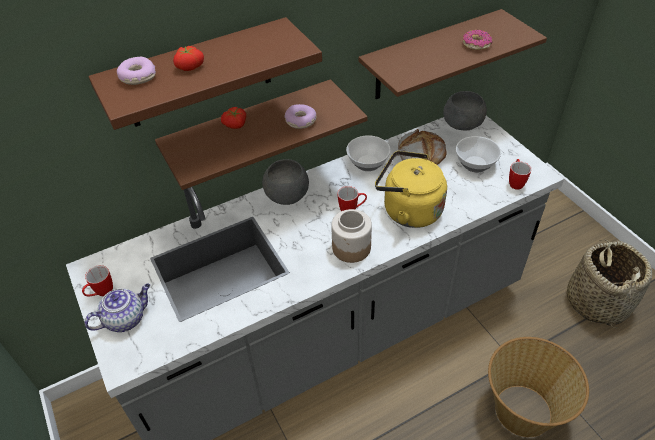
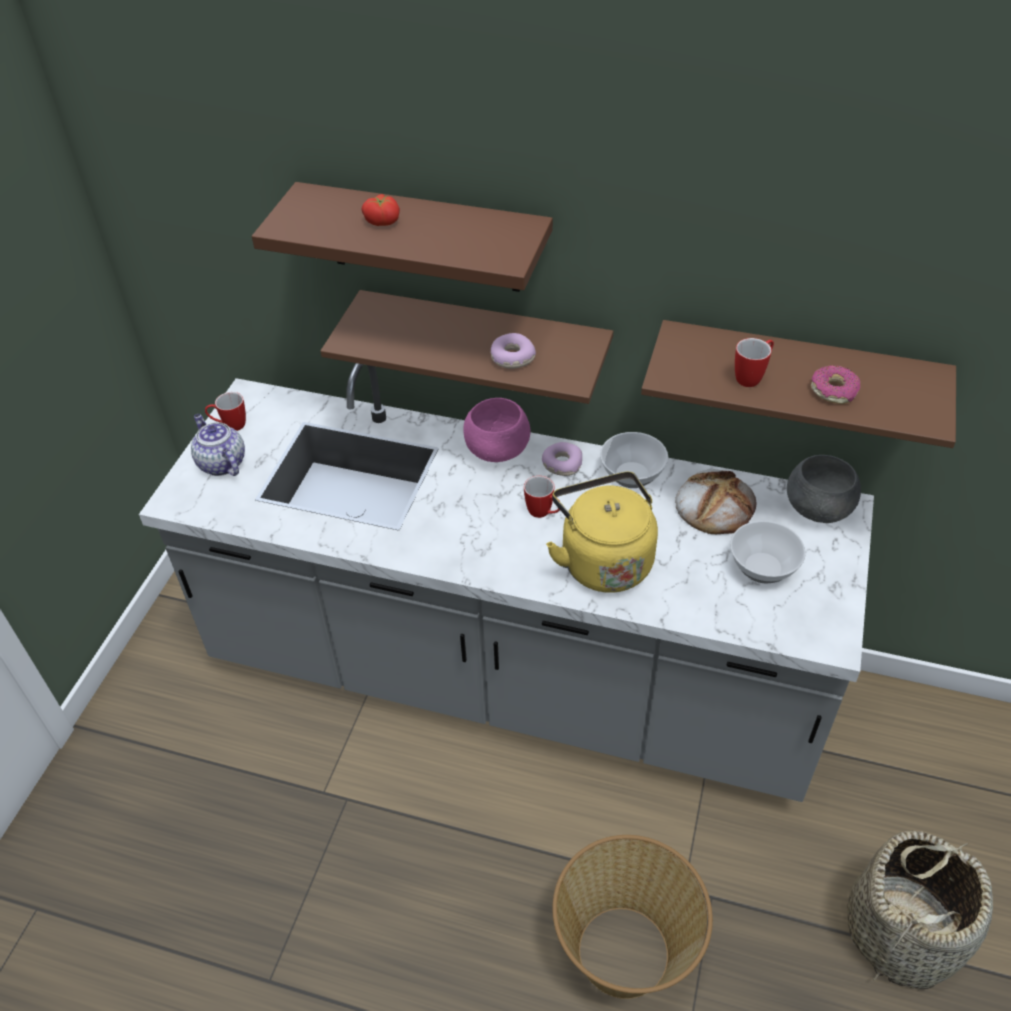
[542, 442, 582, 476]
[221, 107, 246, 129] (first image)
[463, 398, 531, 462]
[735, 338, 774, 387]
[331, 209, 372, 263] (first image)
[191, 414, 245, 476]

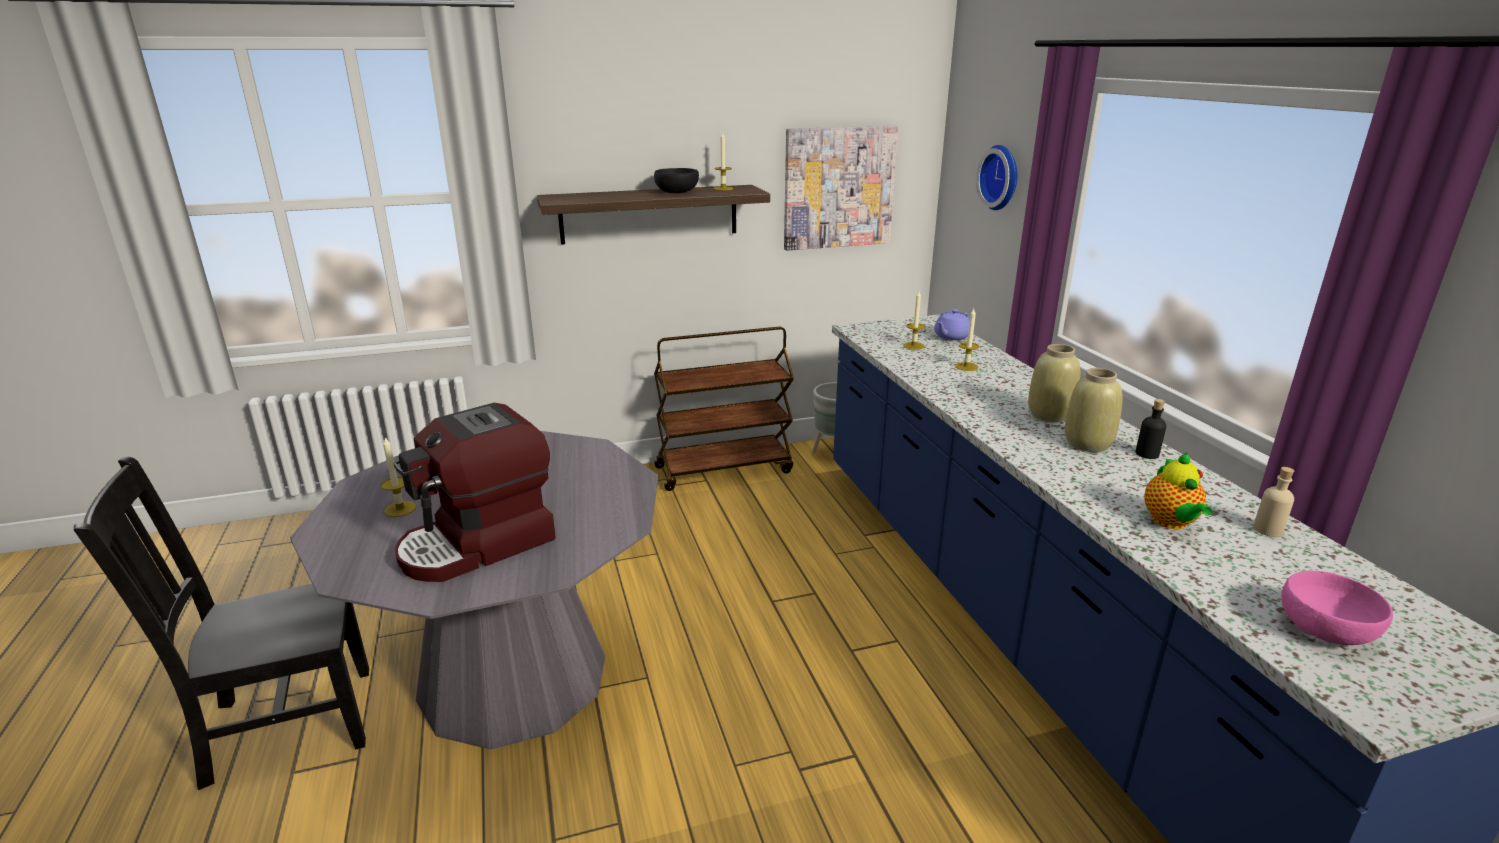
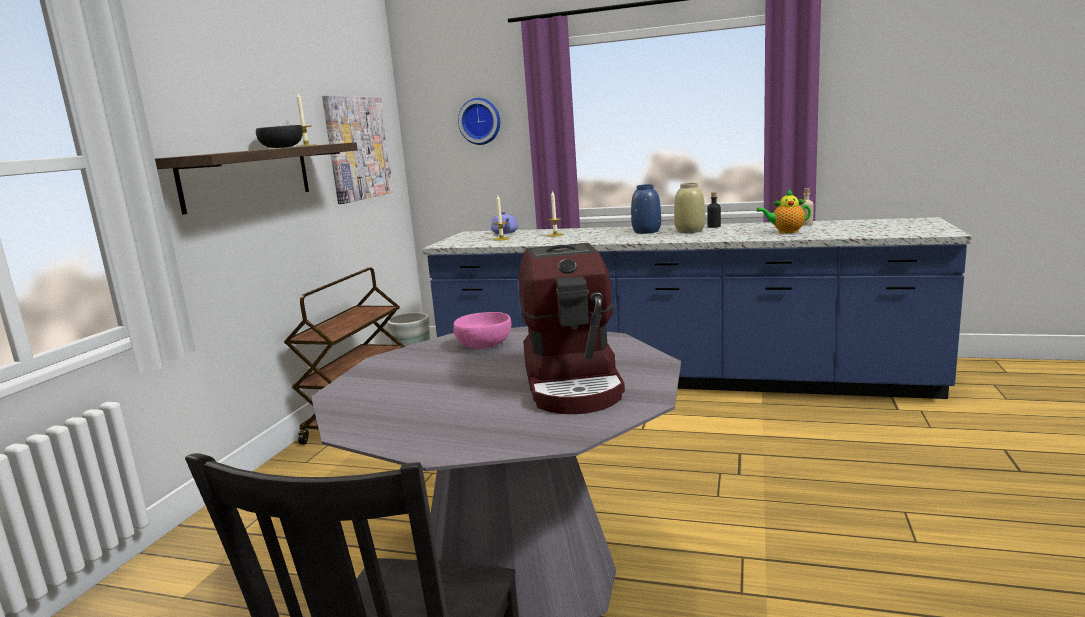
[631, 184, 661, 234]
[381, 437, 416, 517] (first image)
[756, 189, 811, 233]
[453, 312, 511, 349]

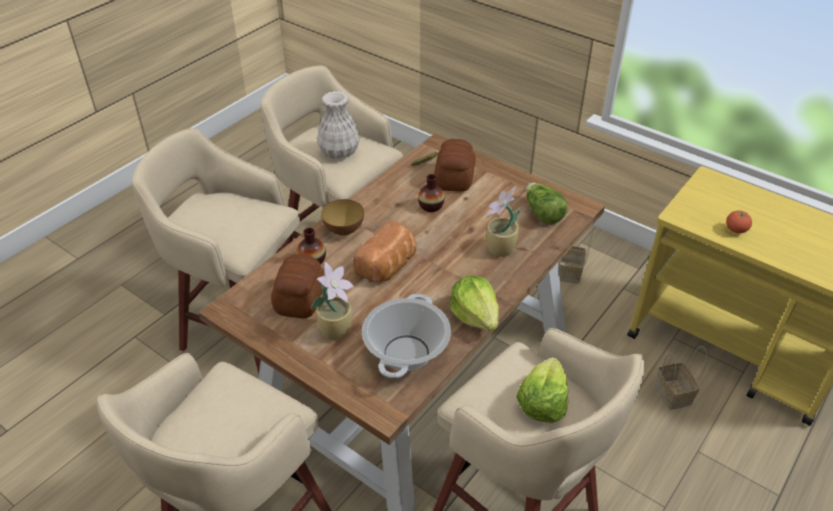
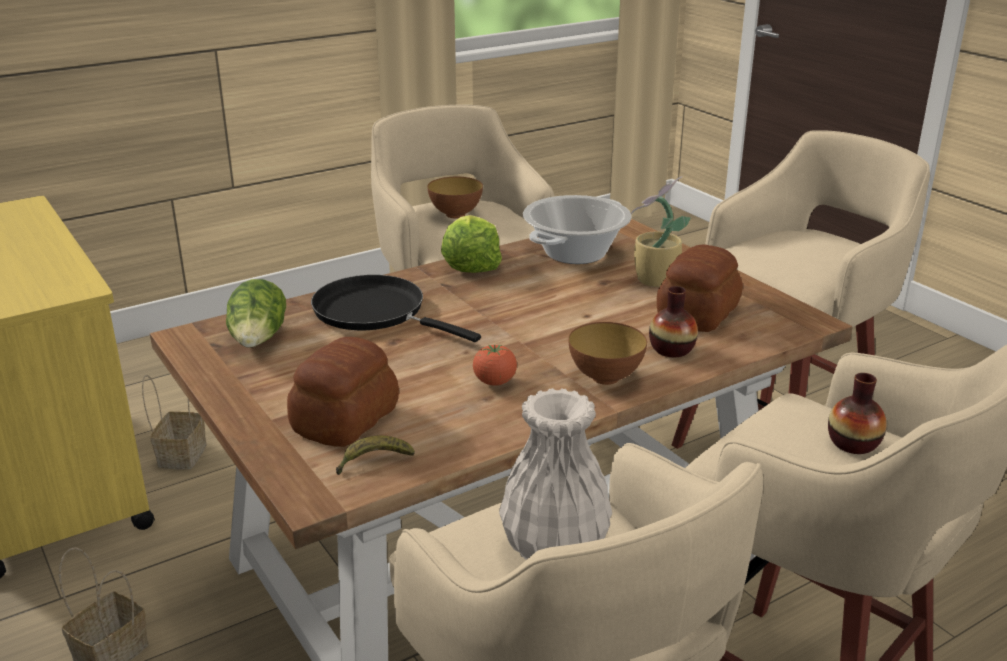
[828, 373, 887, 454]
[311, 275, 481, 342]
[473, 345, 517, 386]
[353, 221, 417, 282] (first image)
[427, 177, 483, 219]

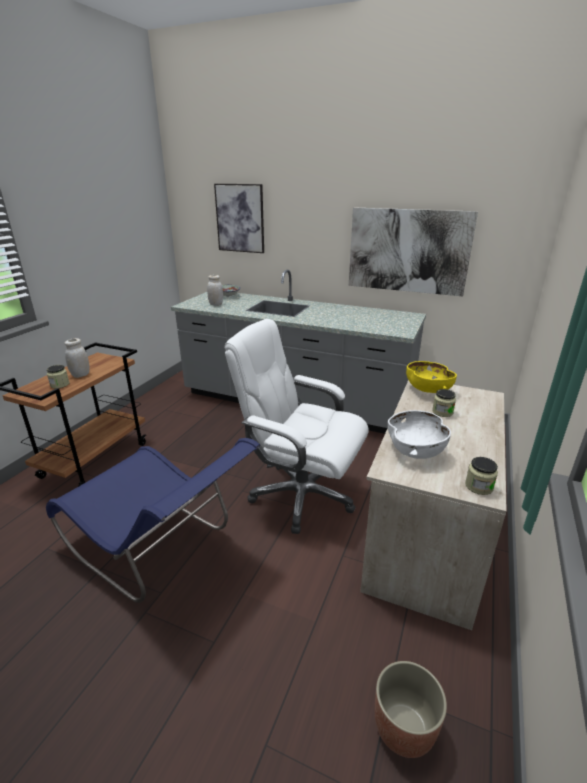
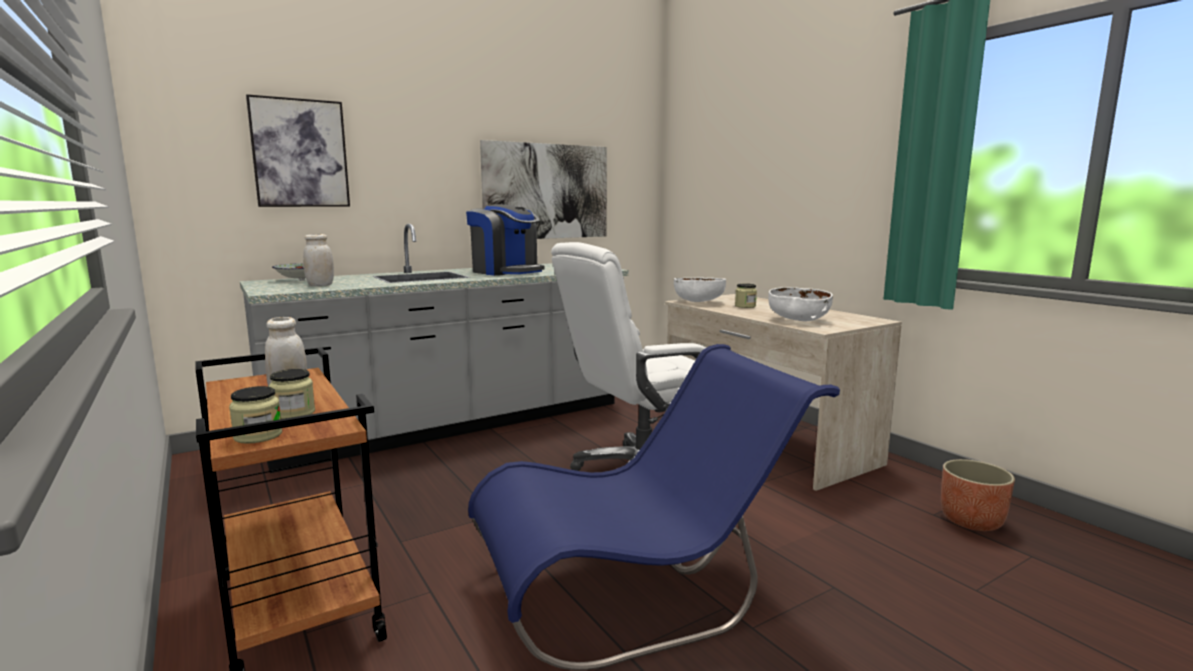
[674, 278, 726, 302]
[229, 386, 282, 444]
[466, 204, 545, 276]

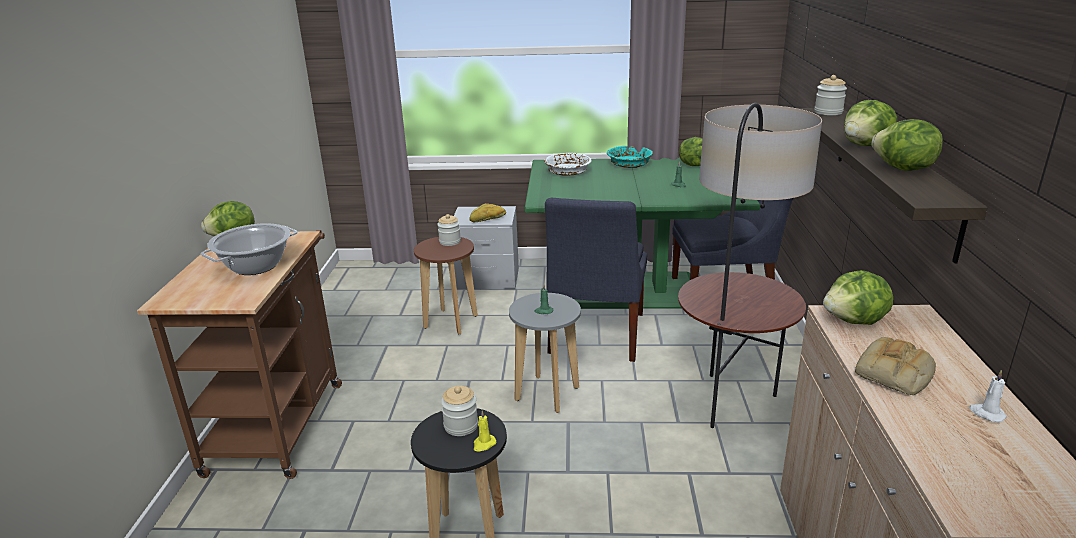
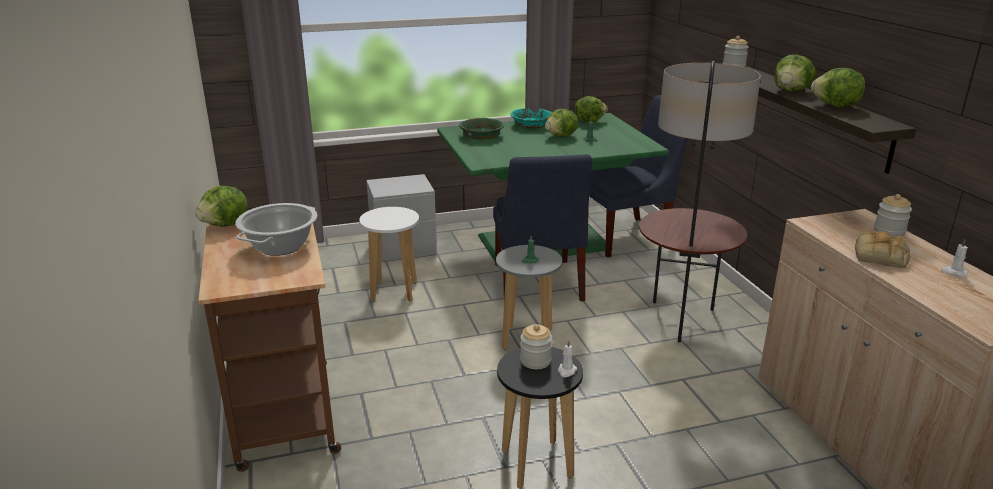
[459, 118, 504, 139]
[469, 203, 506, 222] (first image)
[874, 194, 912, 237]
[359, 207, 419, 302]
[545, 109, 578, 137]
[558, 340, 577, 377]

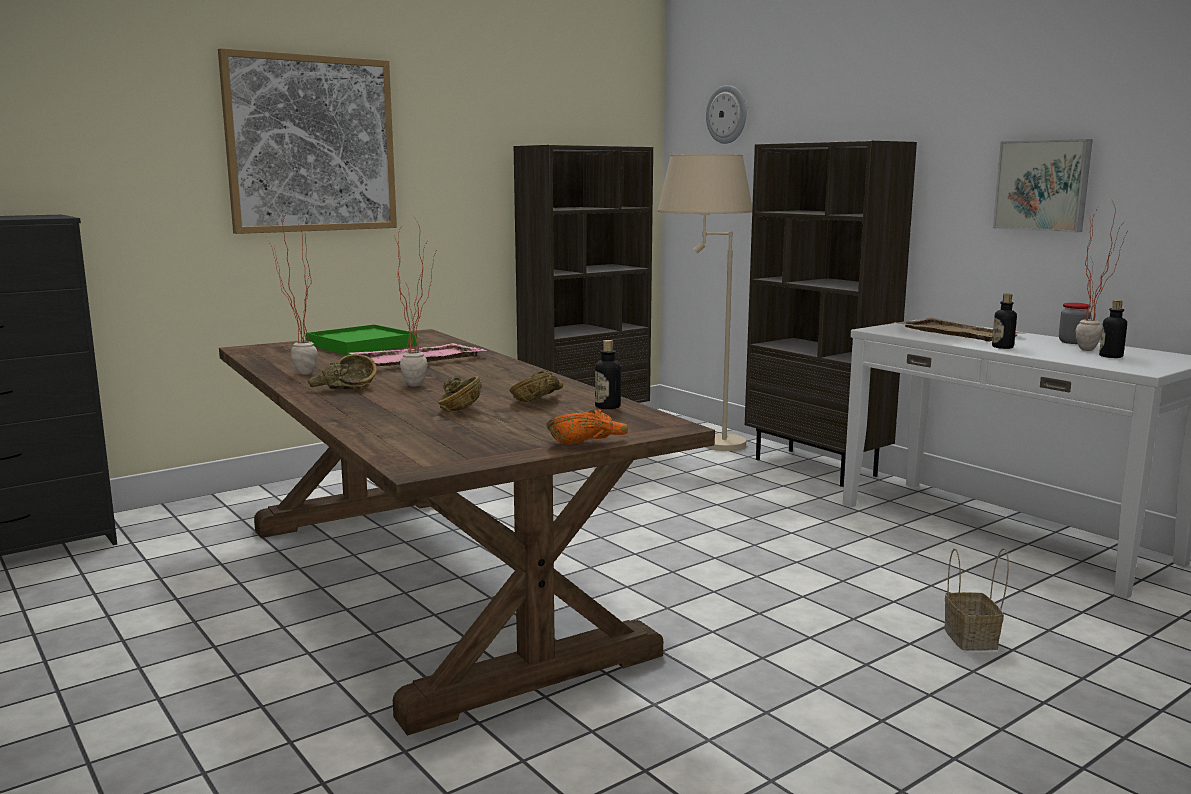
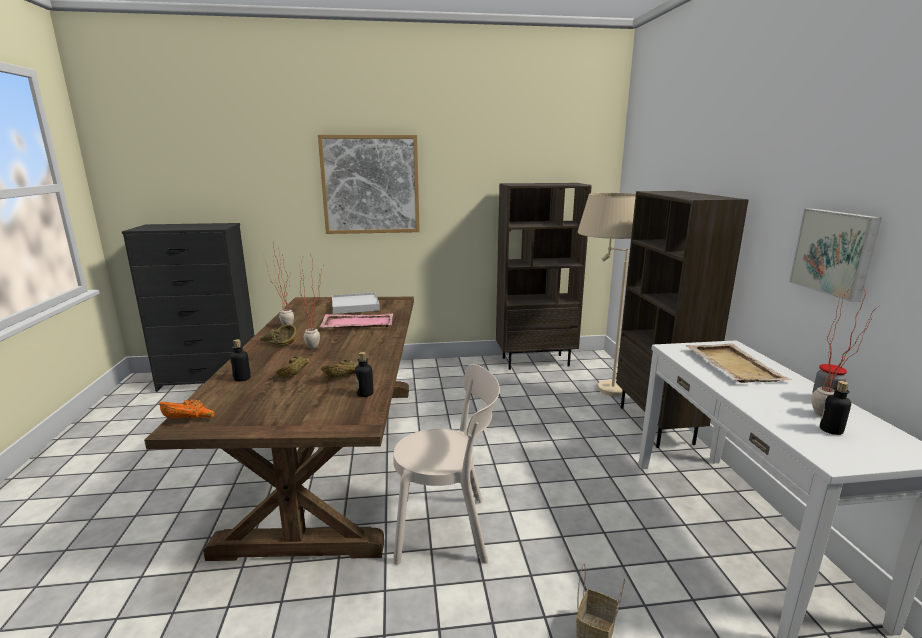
[706, 85, 746, 144] (first image)
[230, 339, 251, 381]
[332, 292, 380, 314]
[159, 399, 215, 418]
[393, 364, 500, 565]

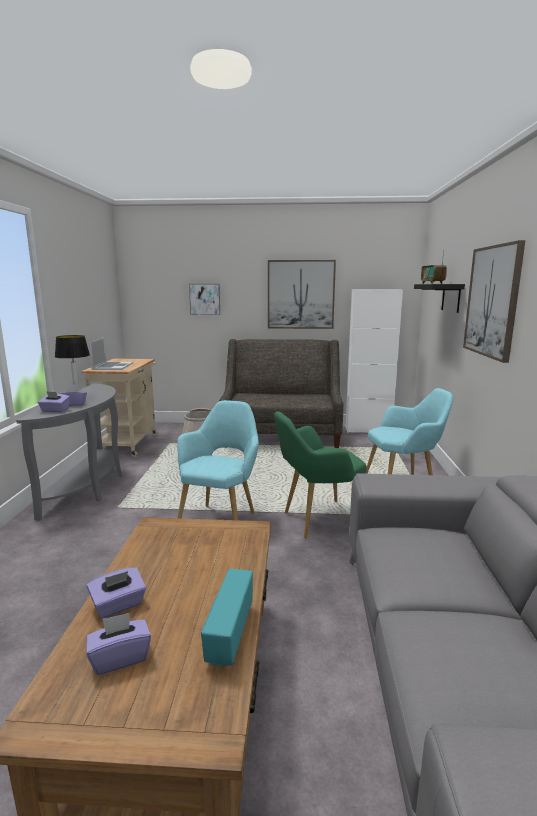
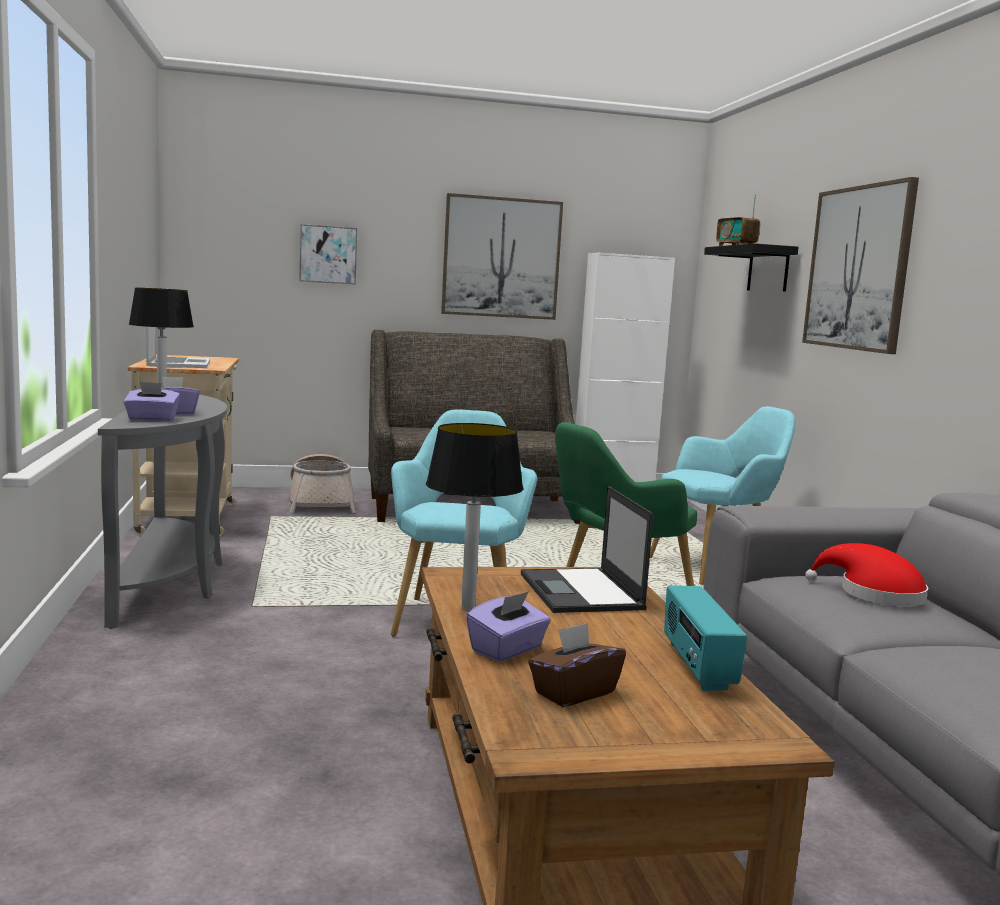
[528, 623, 626, 707]
[426, 423, 523, 611]
[521, 486, 654, 613]
[805, 543, 928, 606]

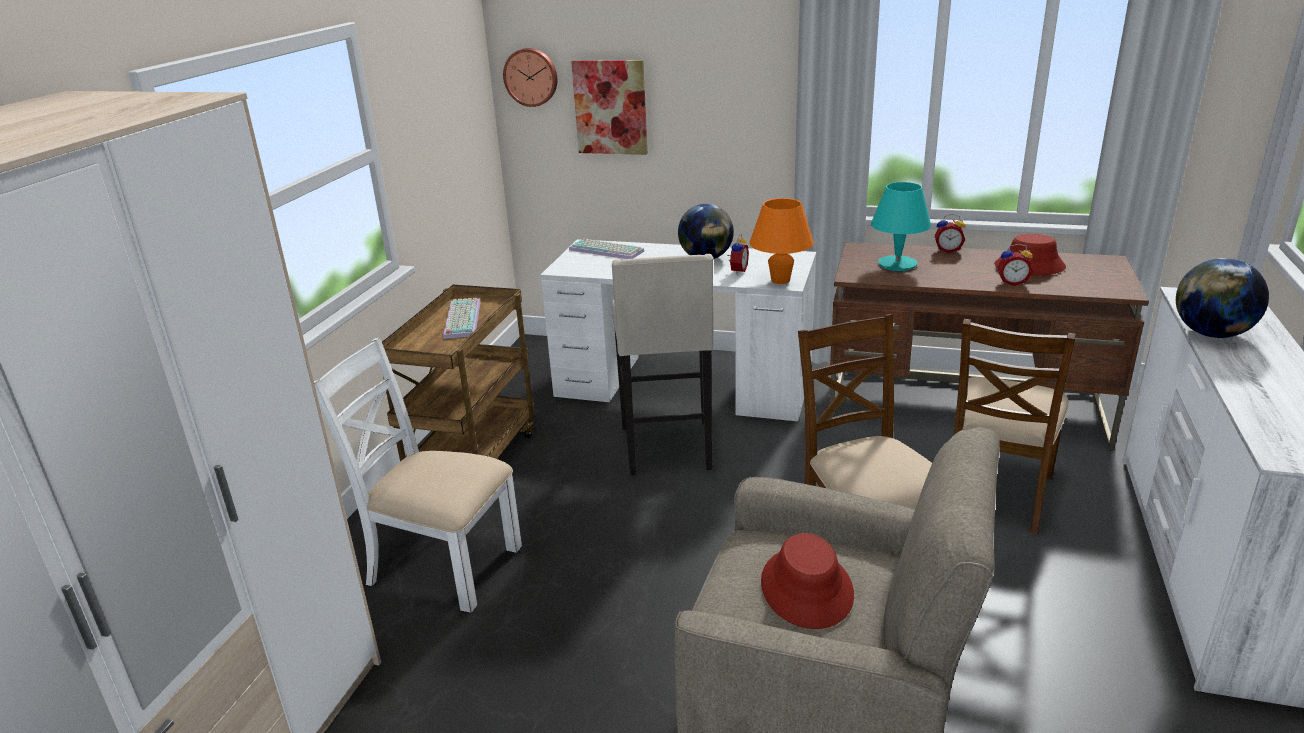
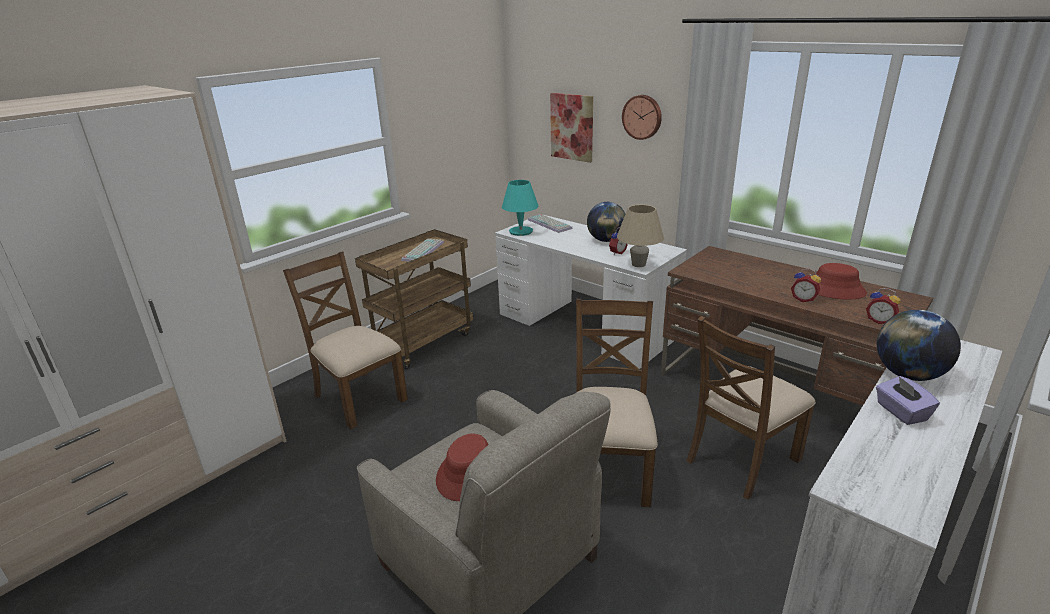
[622, 95, 662, 140]
[502, 180, 538, 236]
[617, 204, 664, 267]
[866, 288, 901, 324]
[612, 254, 713, 475] (first image)
[283, 251, 408, 429]
[876, 376, 940, 425]

